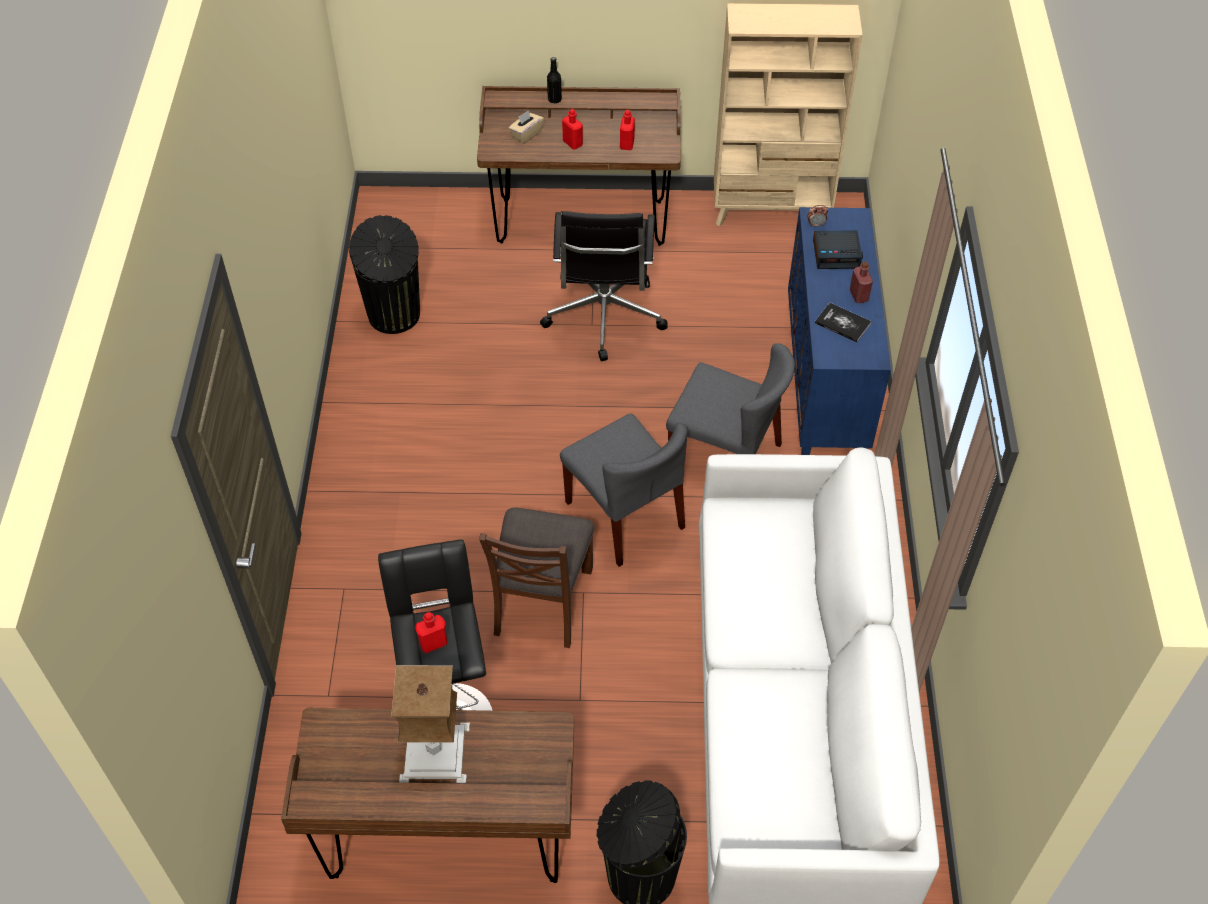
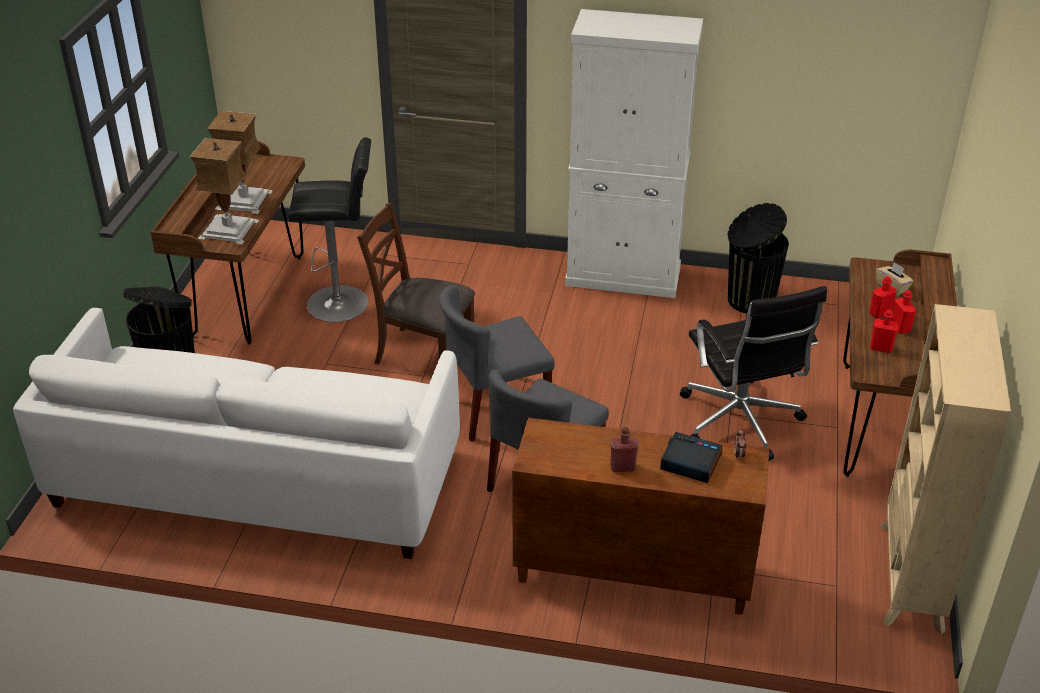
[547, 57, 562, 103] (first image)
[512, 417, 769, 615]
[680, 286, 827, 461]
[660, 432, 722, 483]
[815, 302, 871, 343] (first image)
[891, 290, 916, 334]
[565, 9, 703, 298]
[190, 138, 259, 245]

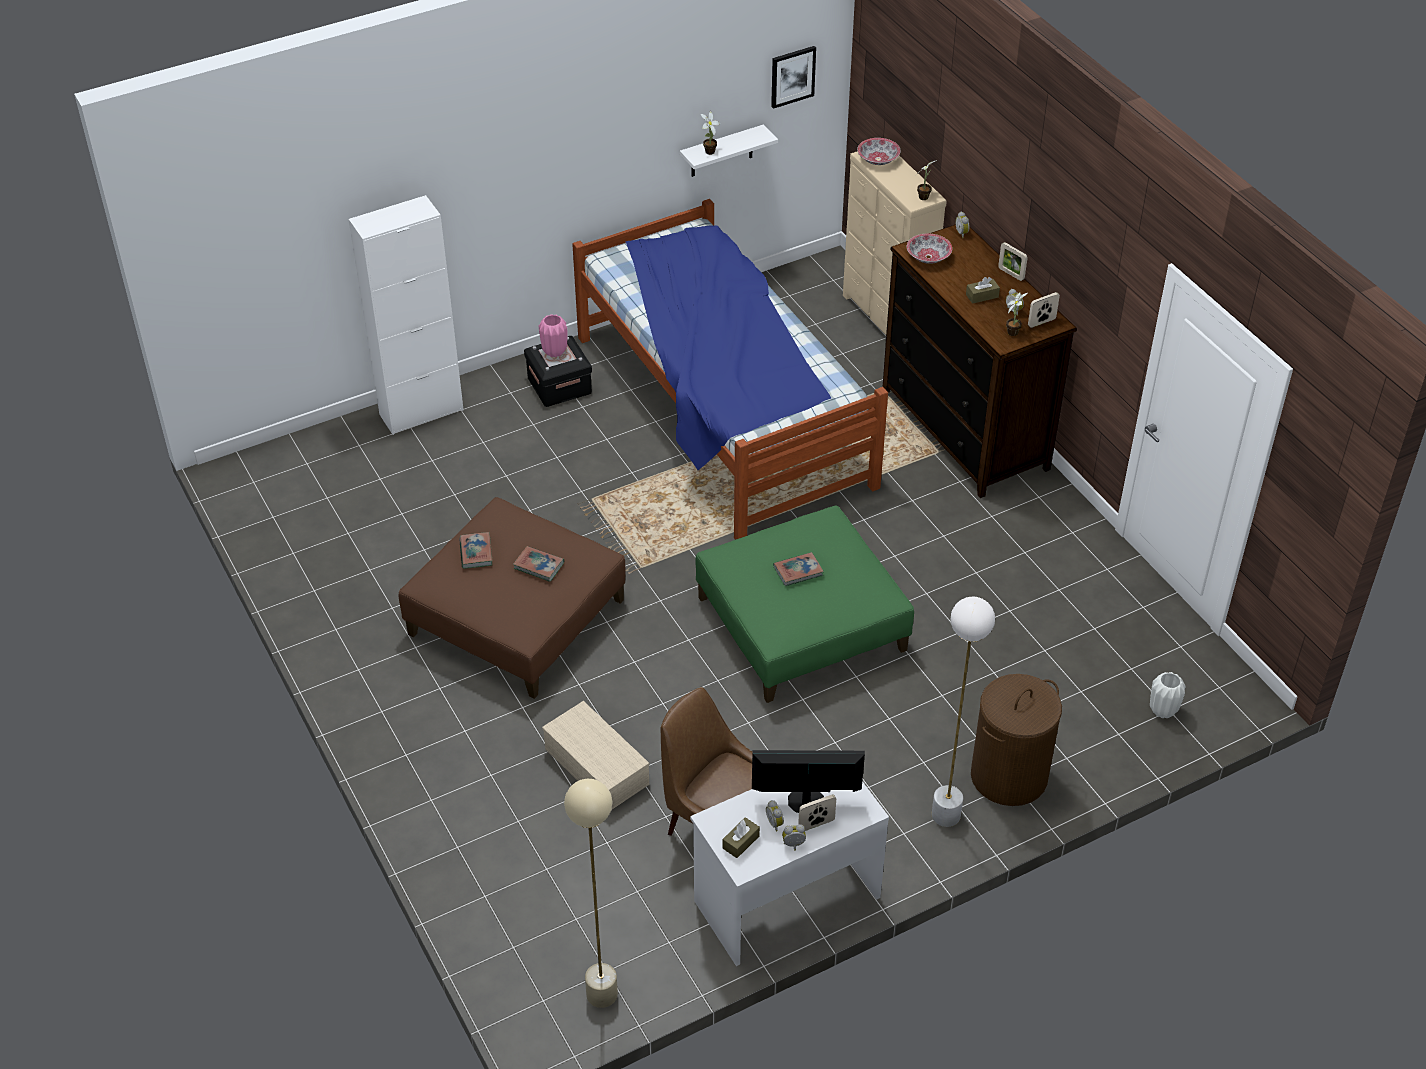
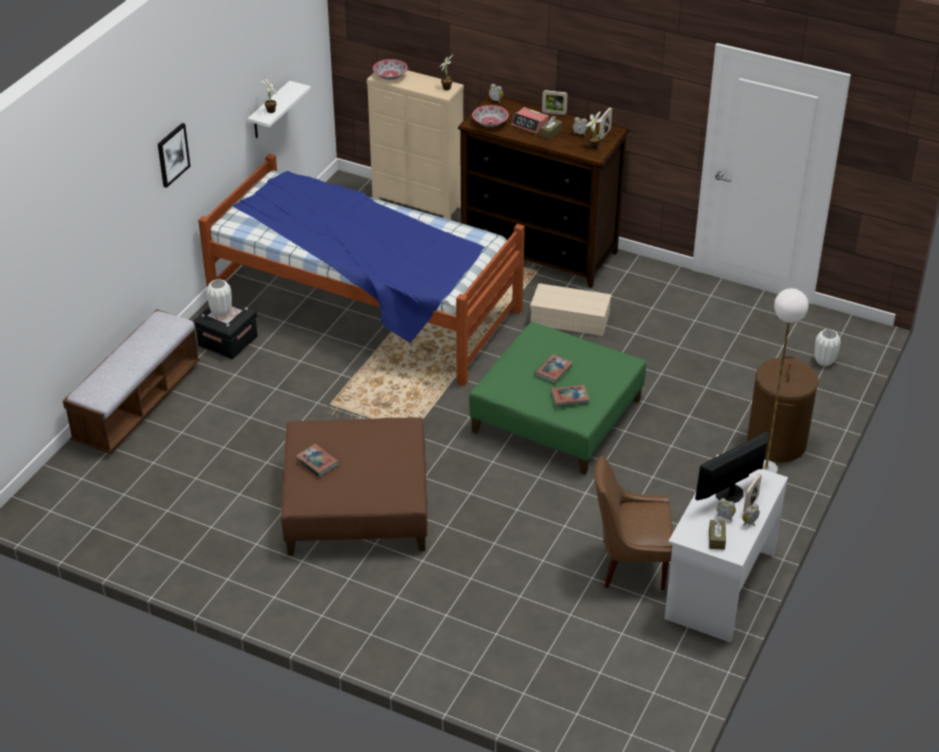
[158, 123, 191, 188]
[63, 309, 200, 454]
[206, 279, 232, 316]
[551, 385, 589, 407]
[530, 283, 612, 336]
[564, 779, 618, 1008] (first image)
[511, 107, 549, 134]

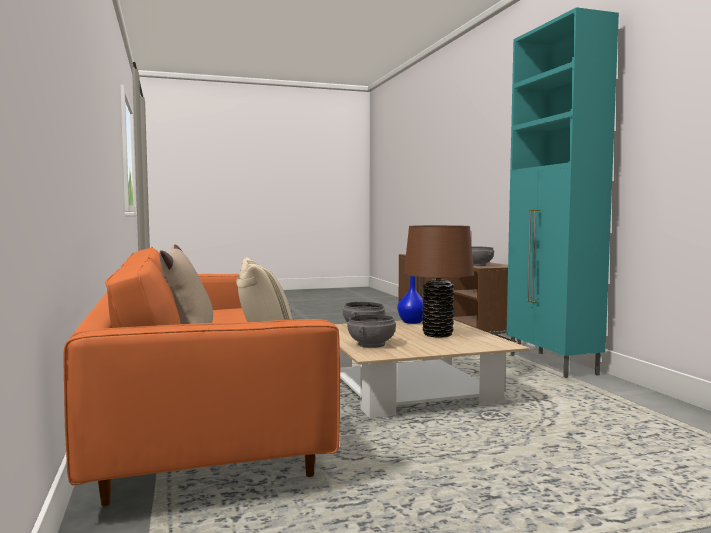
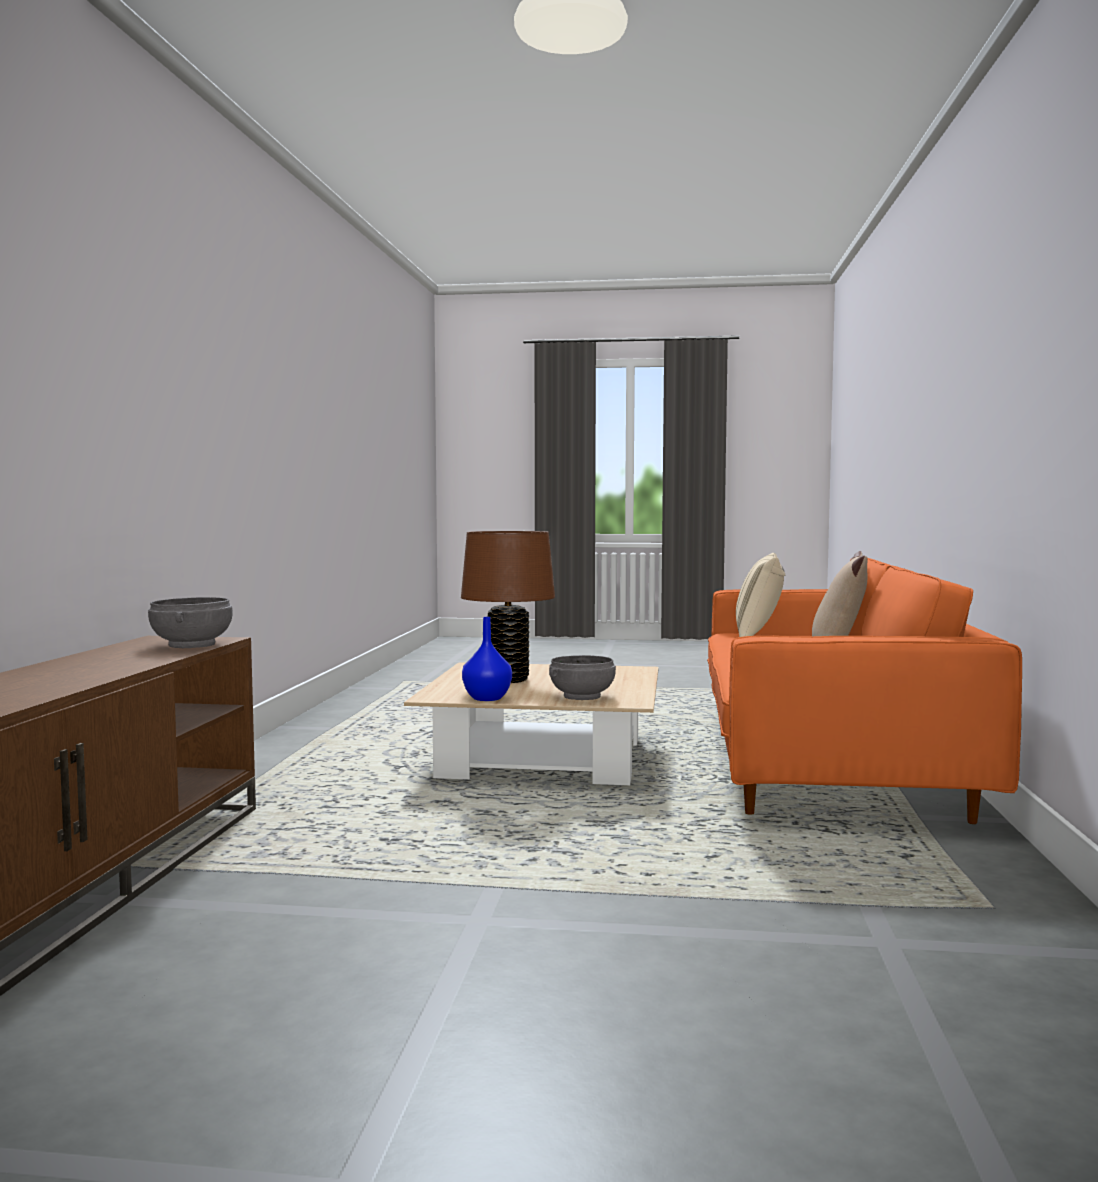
[506, 7, 619, 378] (first image)
[348, 314, 396, 348] (first image)

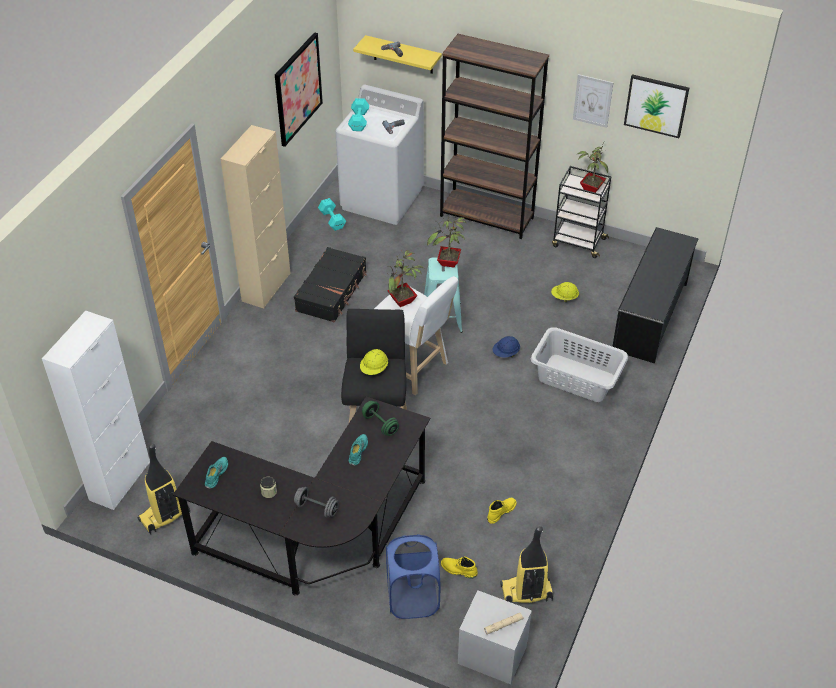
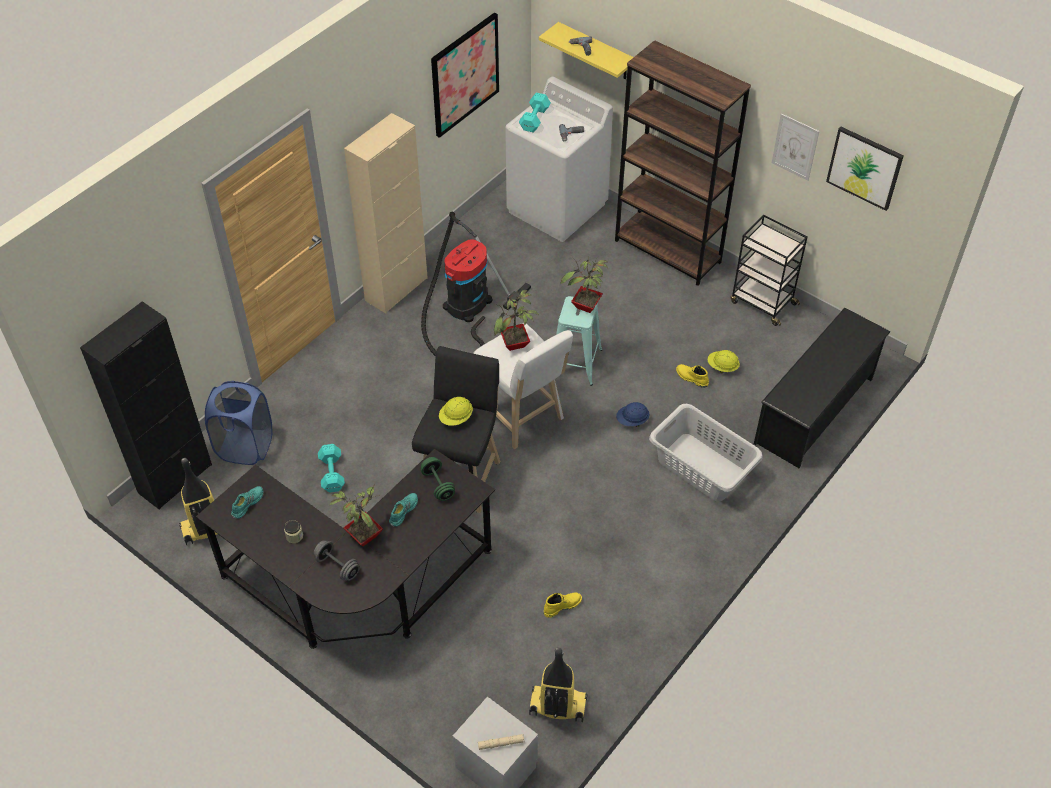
[329, 485, 383, 546]
[318, 444, 345, 493]
[421, 212, 531, 357]
[80, 301, 212, 510]
[205, 381, 272, 465]
[676, 364, 709, 388]

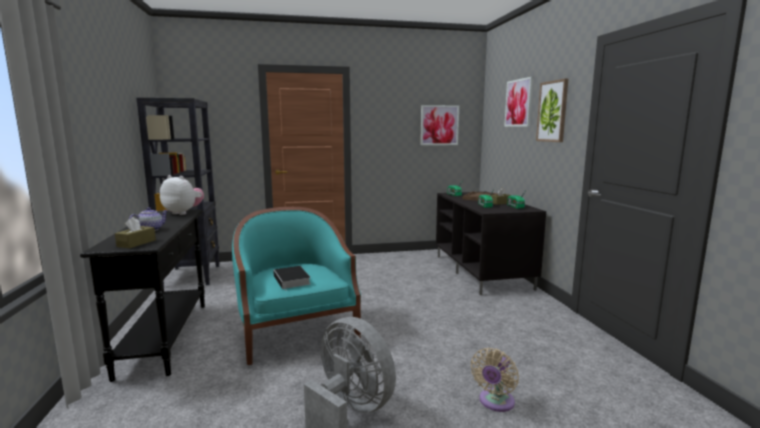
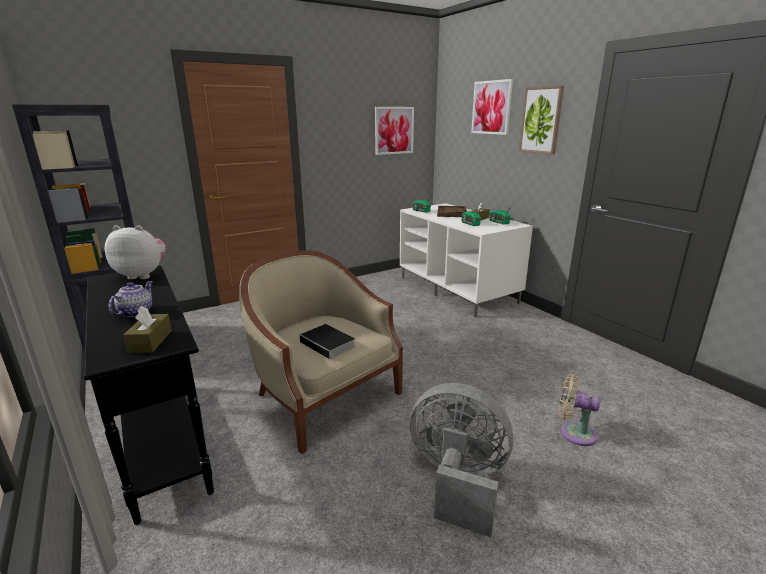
[400, 203, 533, 317]
[239, 250, 403, 454]
[558, 374, 601, 446]

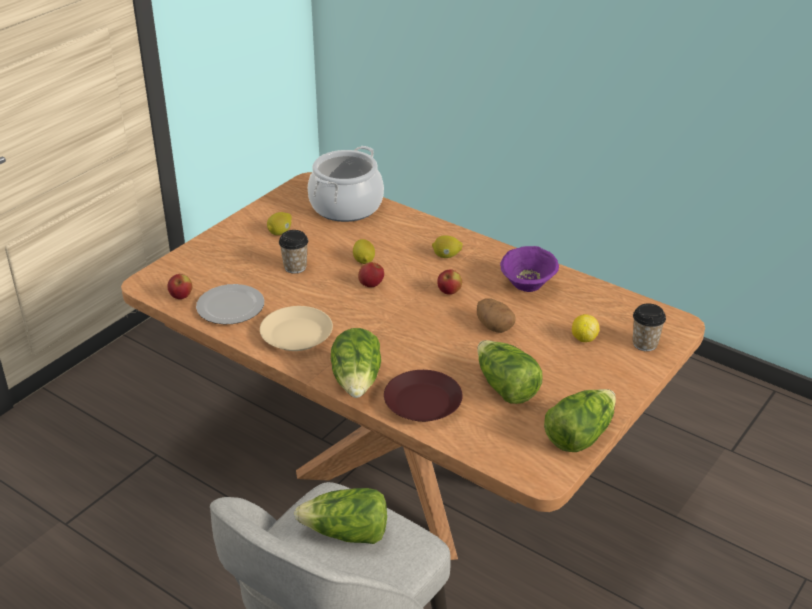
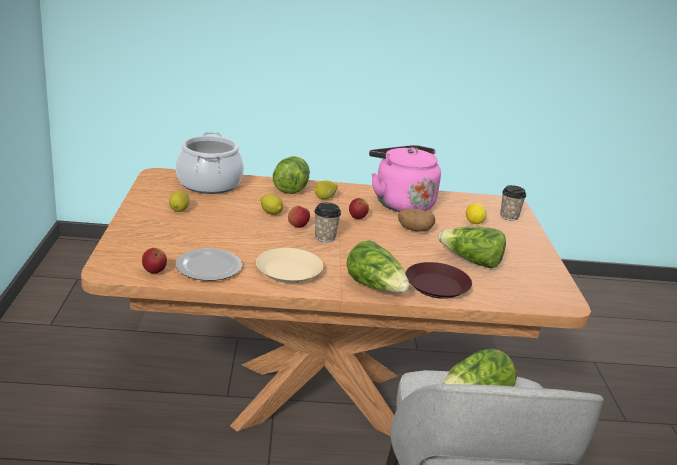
[314, 203, 341, 242]
[369, 145, 441, 212]
[273, 156, 310, 194]

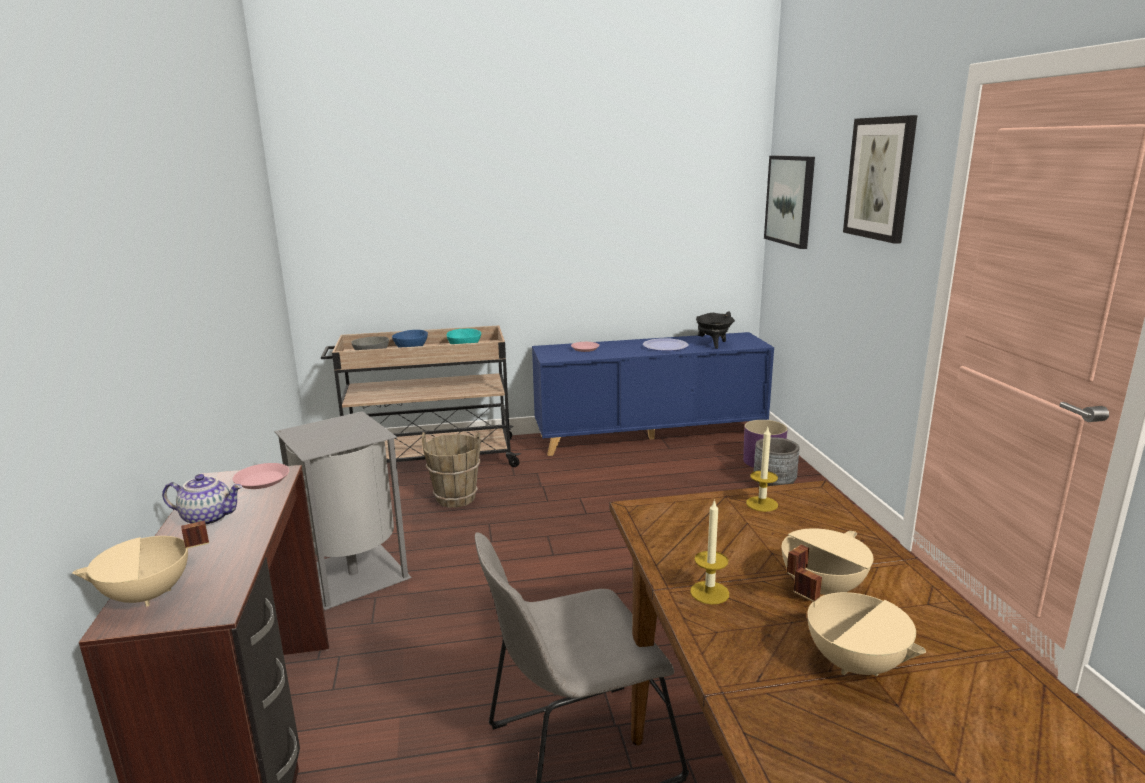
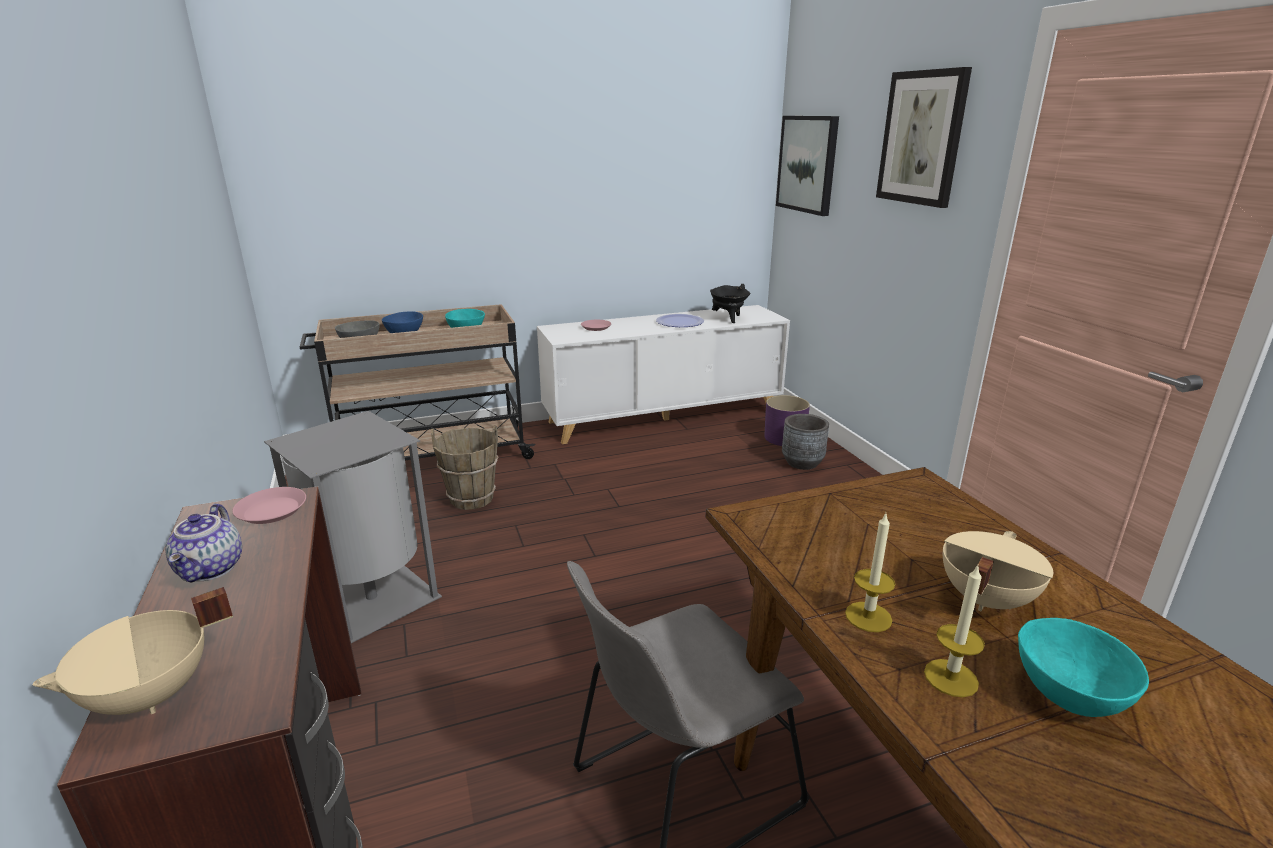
[537, 305, 790, 444]
[924, 565, 985, 697]
[165, 504, 242, 583]
[1018, 618, 1149, 717]

